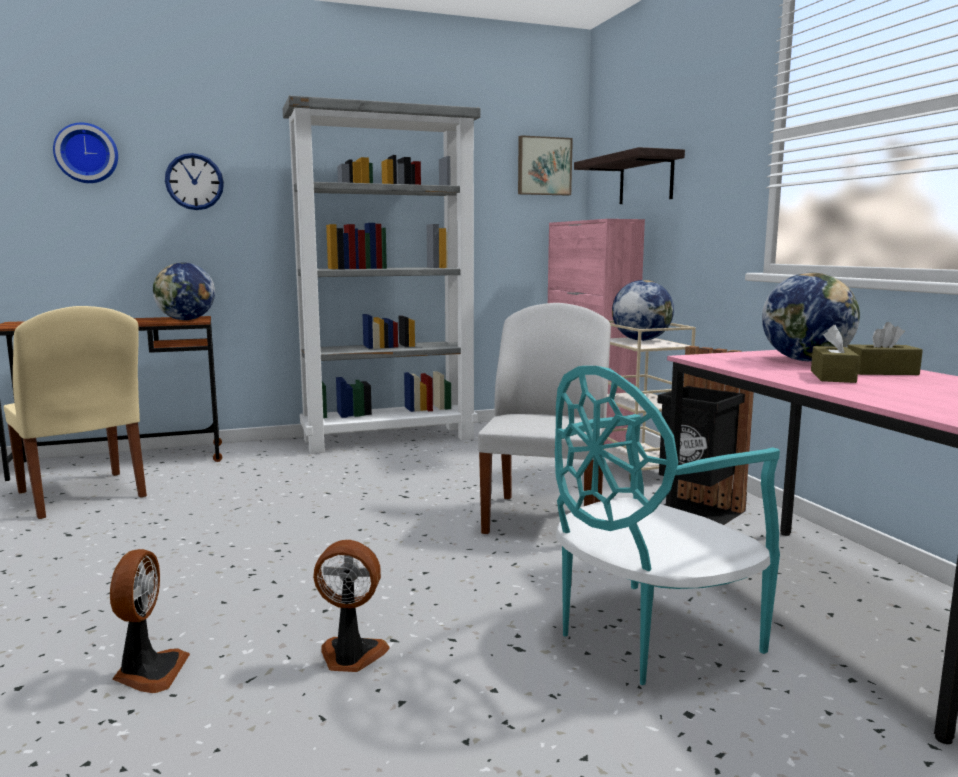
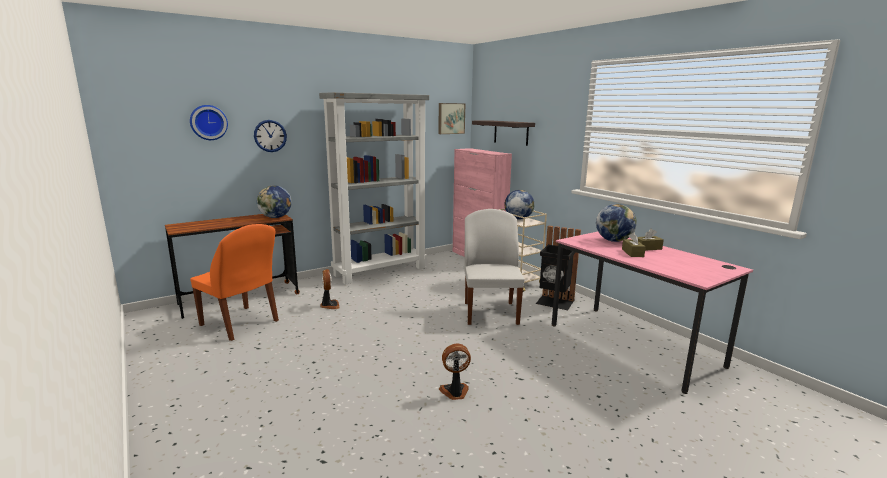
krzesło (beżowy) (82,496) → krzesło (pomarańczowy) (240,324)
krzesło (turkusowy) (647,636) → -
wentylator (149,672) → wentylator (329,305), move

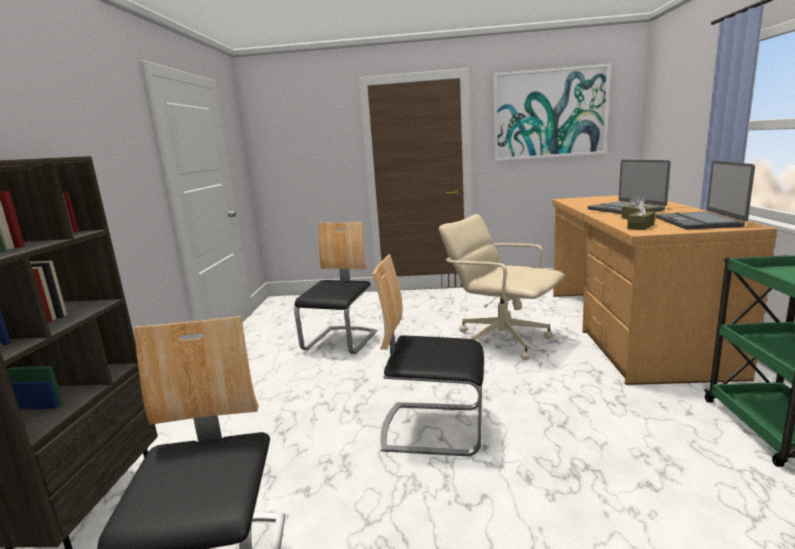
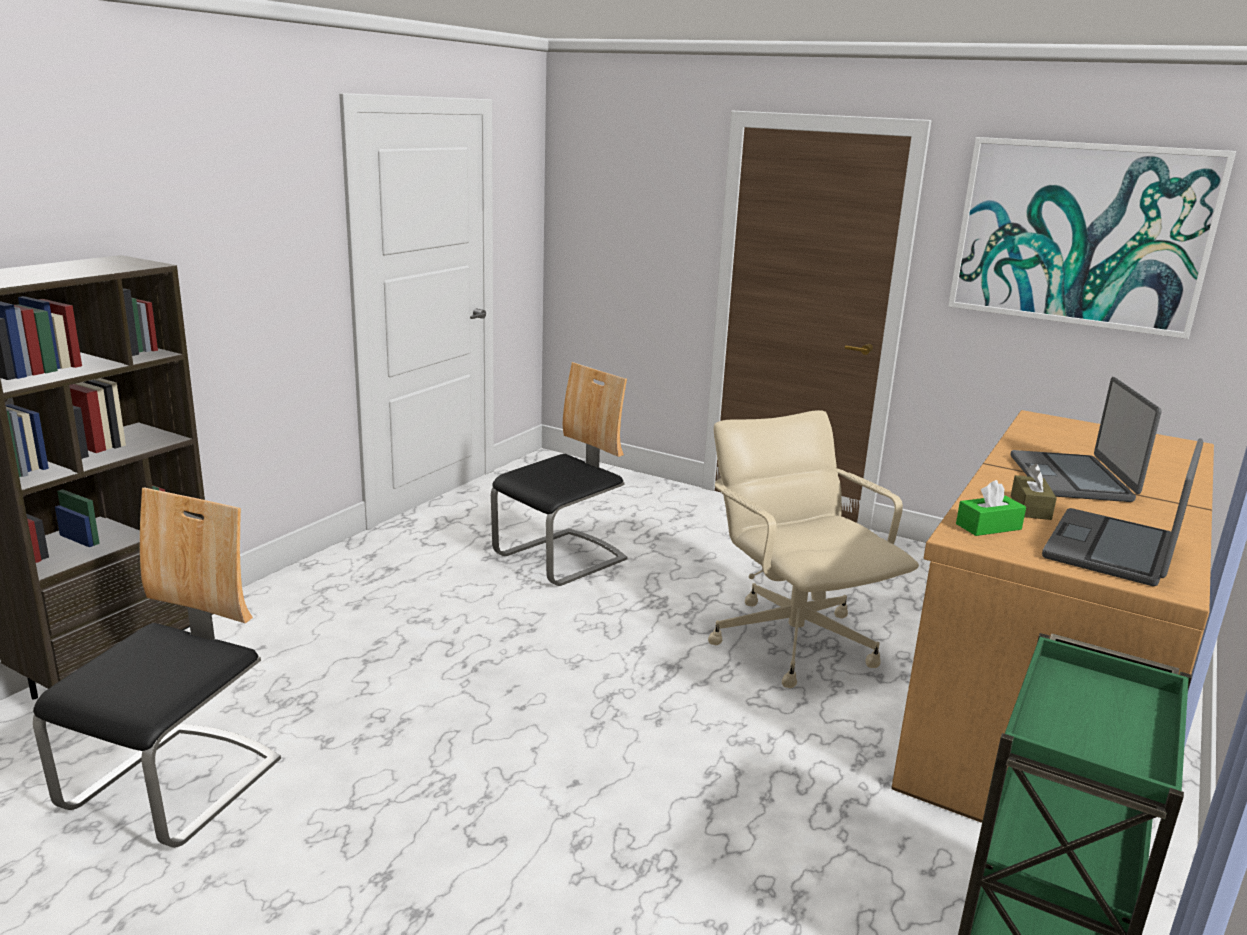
pudełko chusteczek (brązowy) (640,227) → pudełko chusteczek (zielony) (988,526)
krzesło (433,427) → -

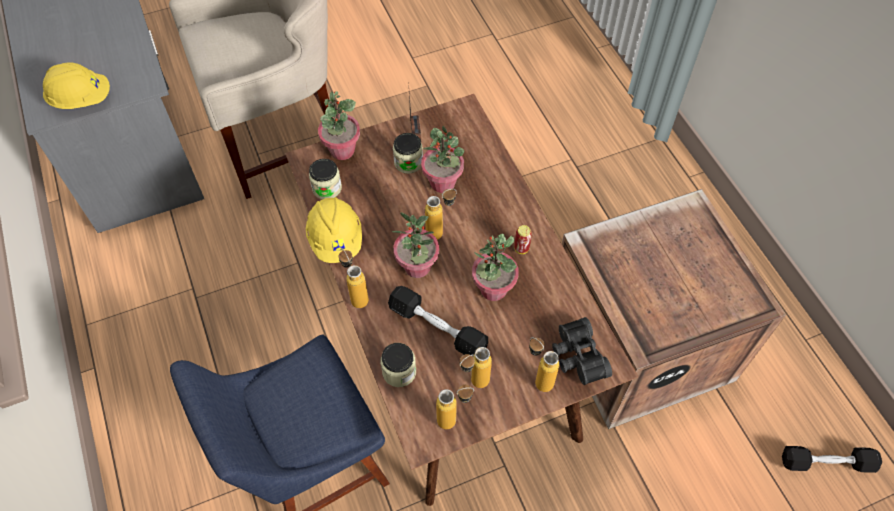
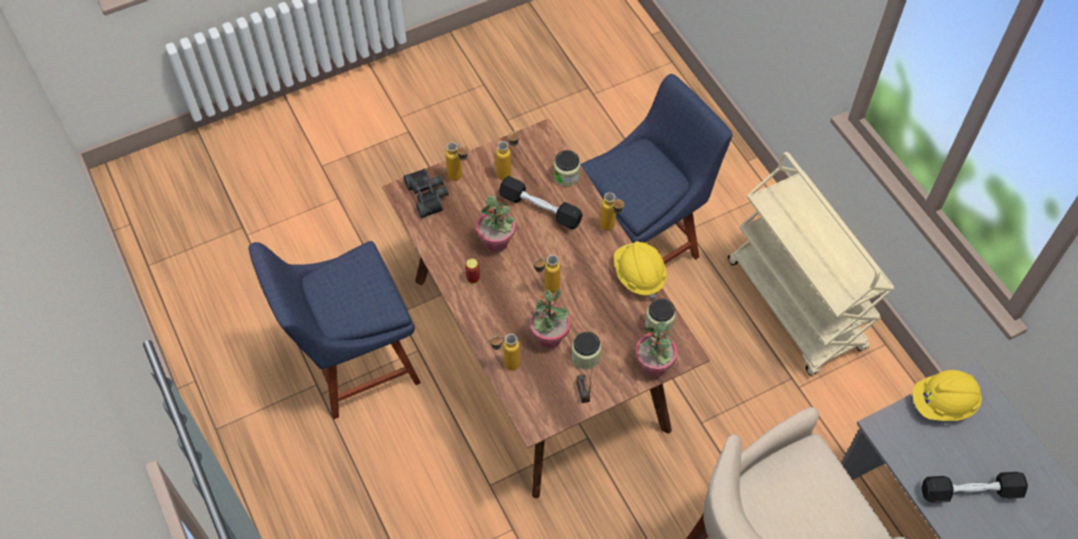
skrzynka (642,344) → krzesło (niebieski) (353,364)
roślina doniczkowa (417,267) → -
butelka (454,419) → butelka (505,365), move
hantel (czarny) (826,462) → hantel (czarny) (970,492), move
- → wózek (beżowy) (796,306)

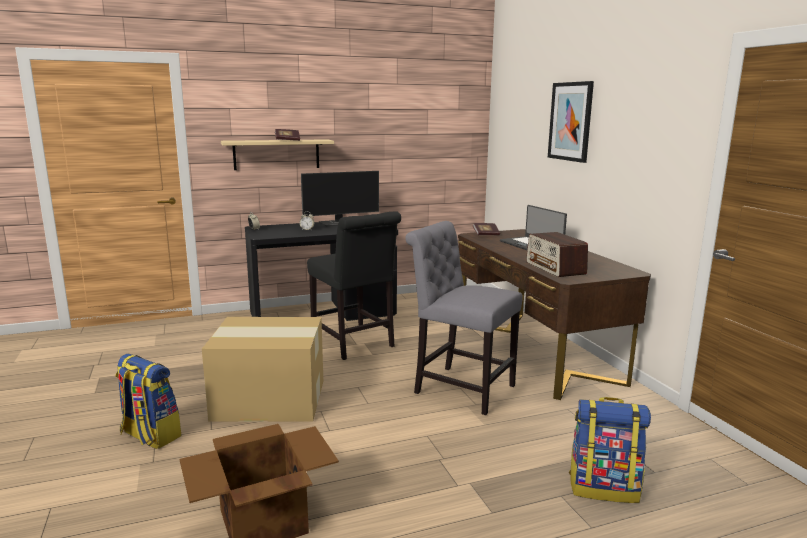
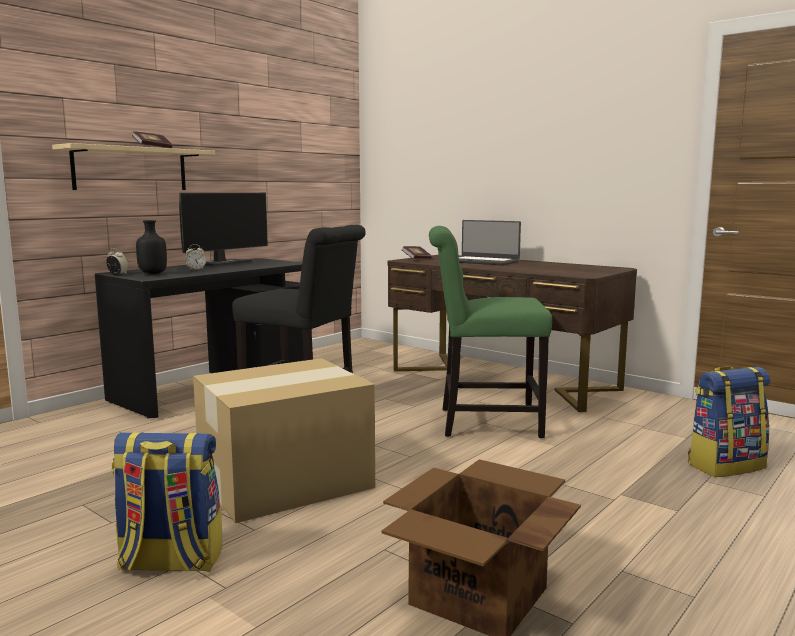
obraz (570,121) → -
krzesło (szary) (460,388) → krzesło (zielony) (483,422)
radio (555,268) → -
- → butelka (czarny) (153,274)

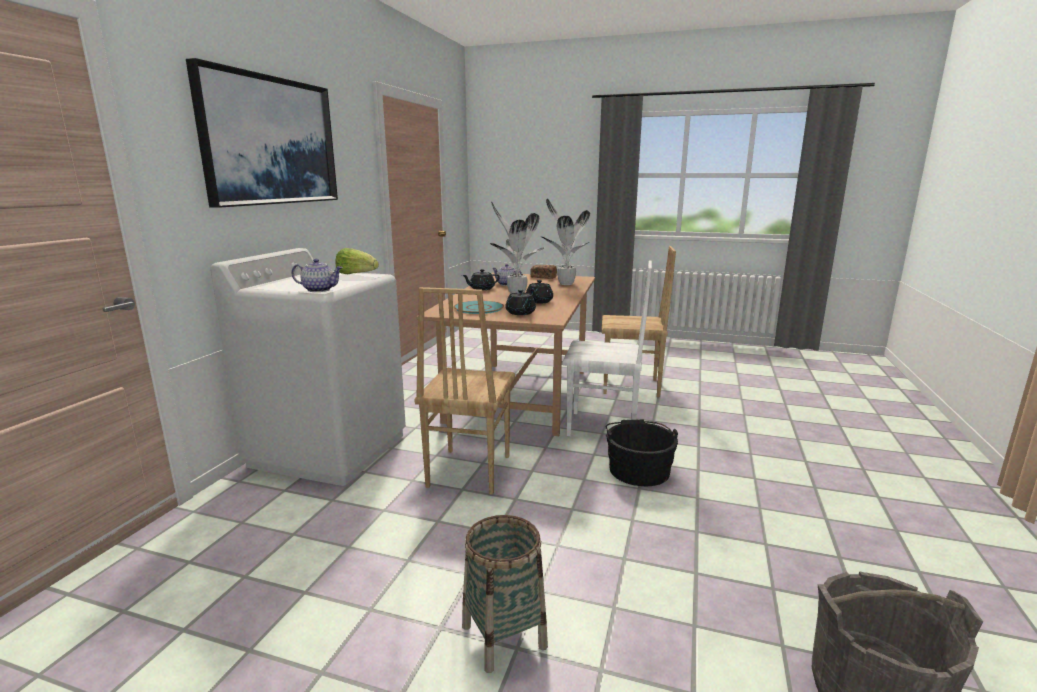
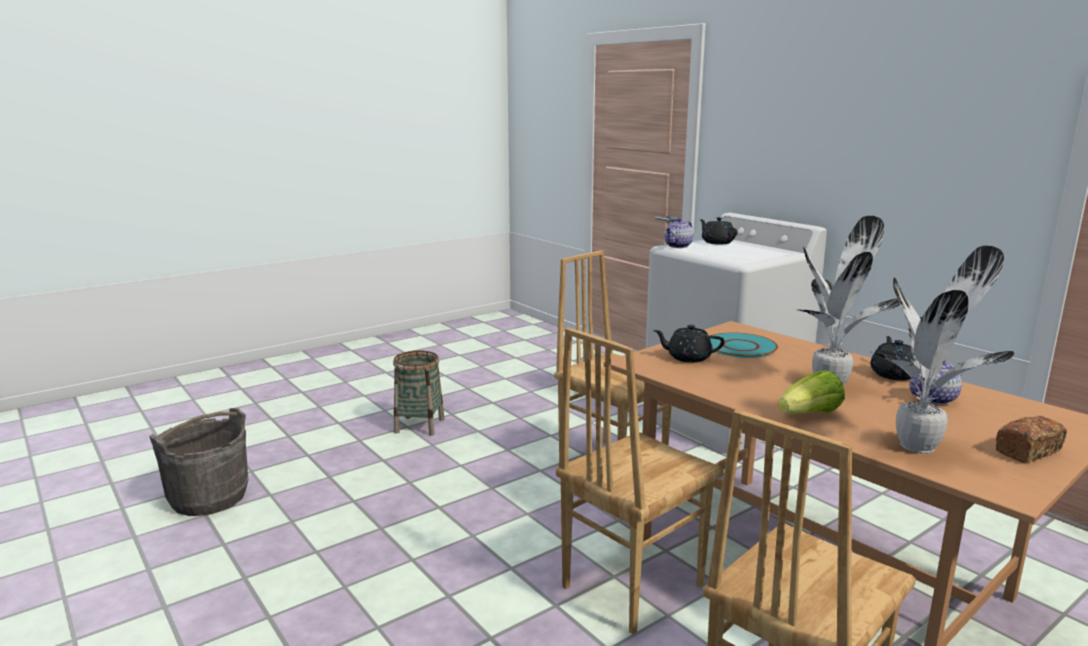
obraz (270,141) → -
sałata (356,274) → sałata (810,415), move
krzesło (biały) (603,427) → krzesło (brązowy) (630,586)
imbryk (czarny) (538,302) → imbryk (czarny) (717,242), move
wiadro (czarny) (638,468) → -

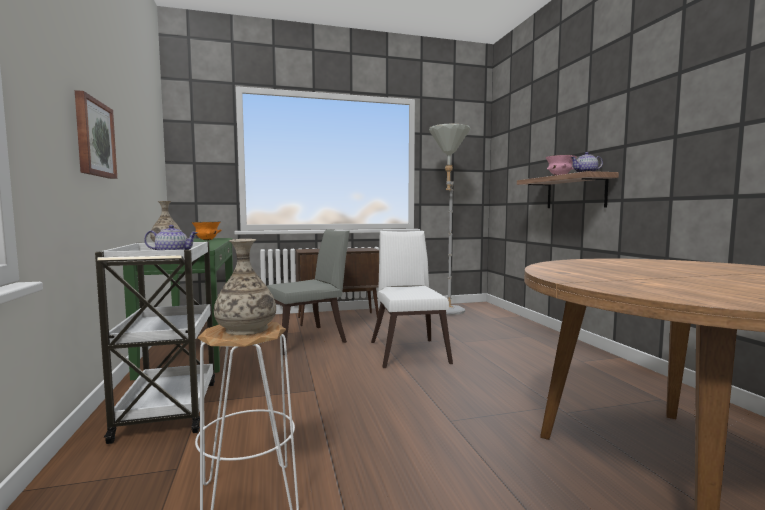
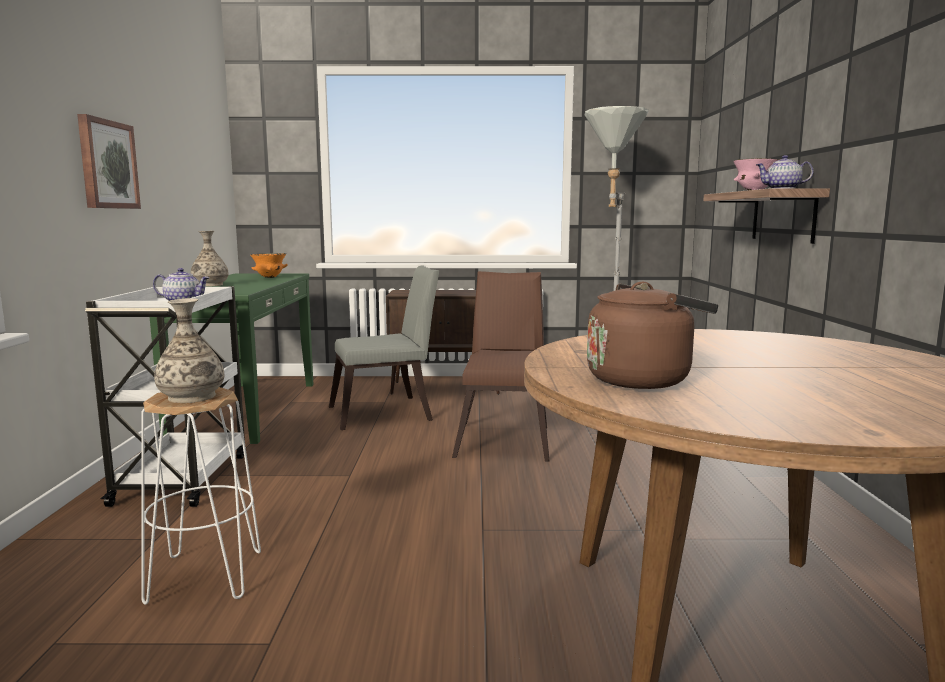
krzesło (biały) (409,350) → krzesło (brązowy) (505,438)
- → czajnik (brązowy) (643,380)

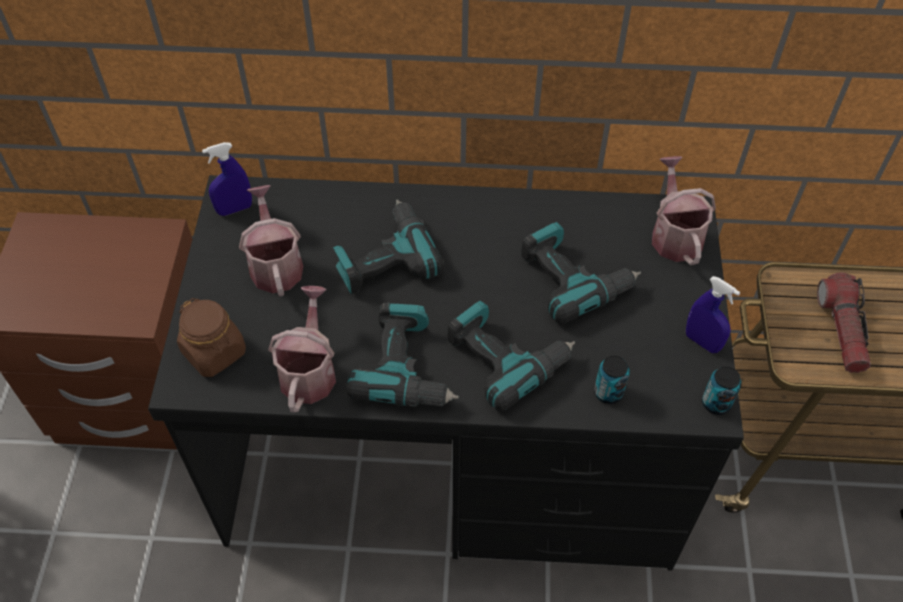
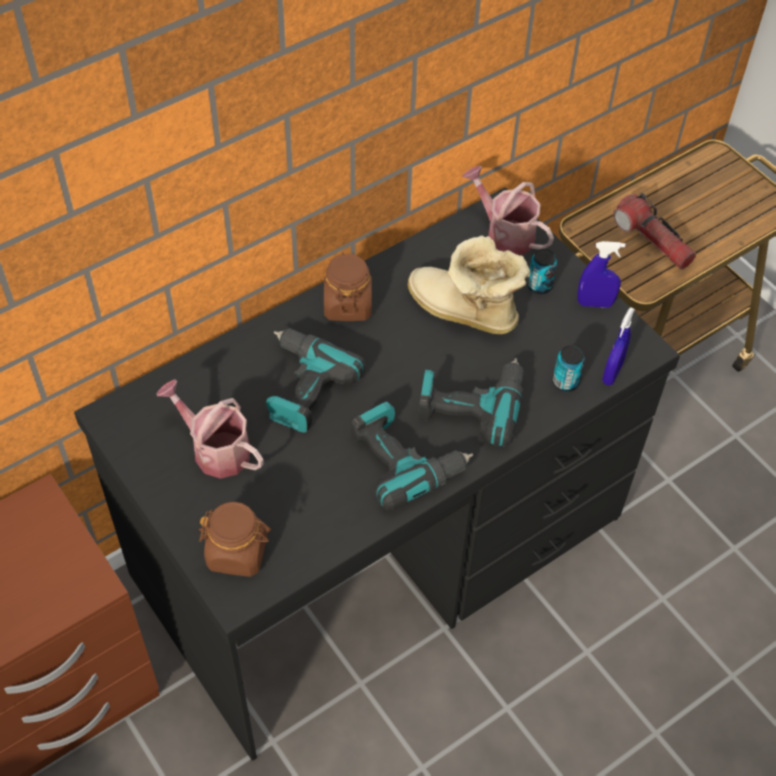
spryskiwacz (niebieski) (234,209) → spryskiwacz (niebieski) (612,373), move
wiertarka (573,279) → but z cholewką (464,313)
konewka (309,370) → -
puszka (716,403) → puszka (539,286), move
- → słoik (brązowy) (347,304)

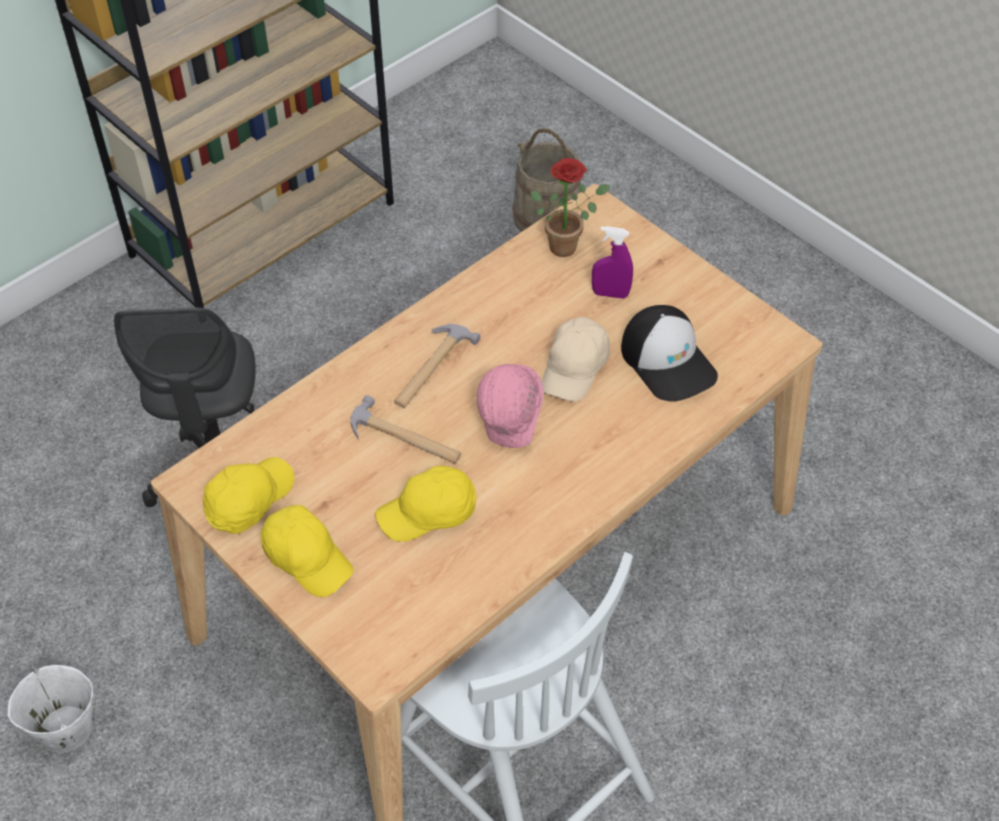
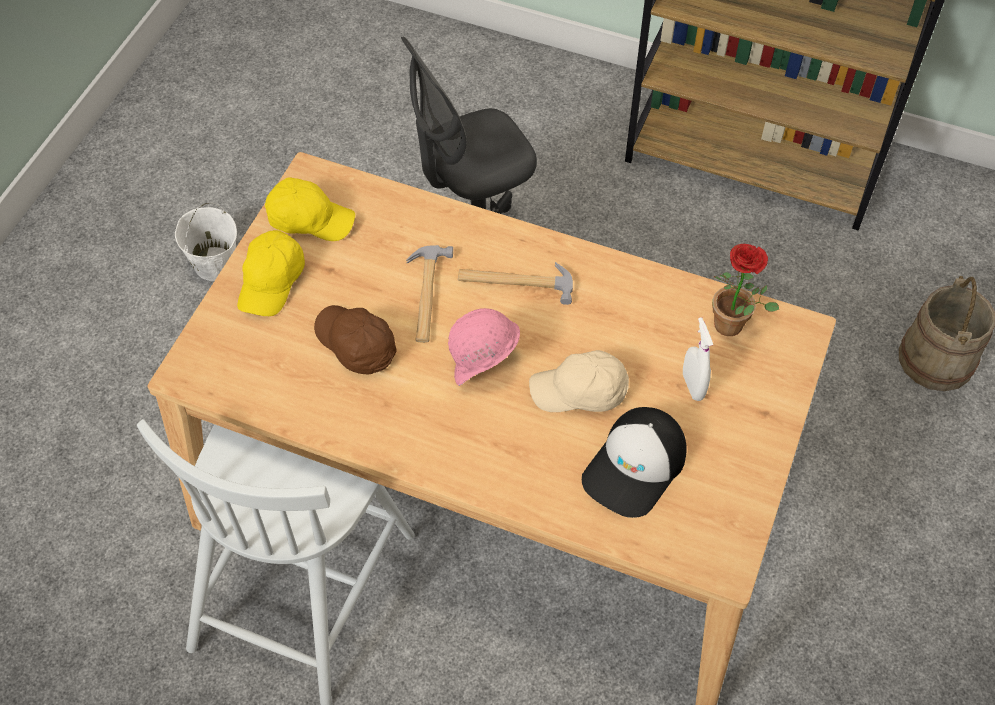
spryskiwacz (fioletowy) (610,294) → spryskiwacz (biały) (693,386)
czapka z daszkiem (żółty) (429,513) → czapka z daszkiem (brązowy) (356,345)

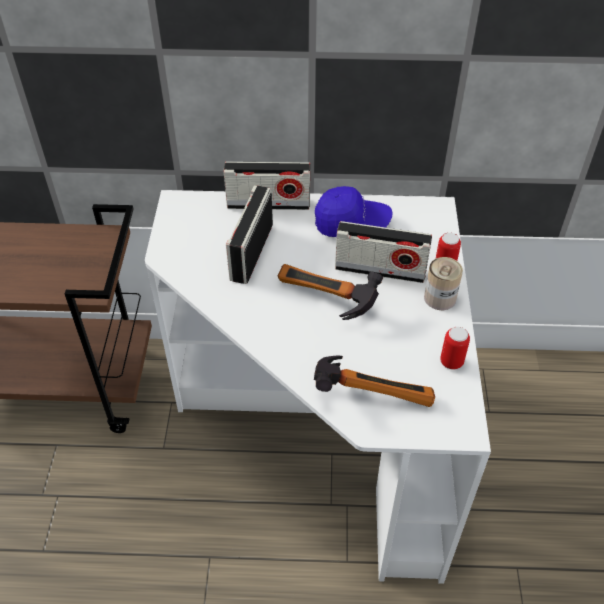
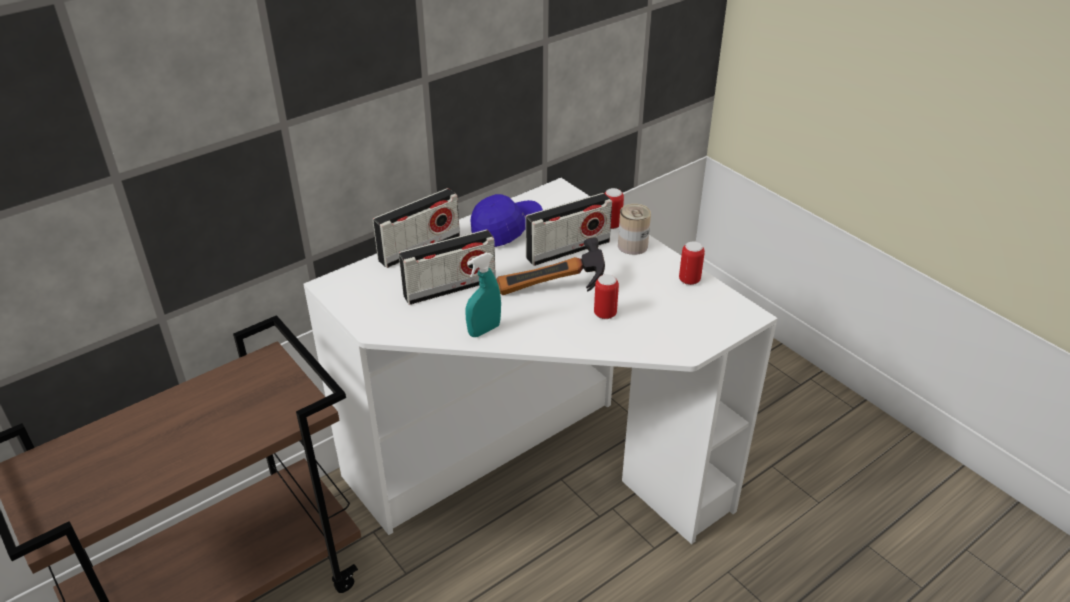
radio (251,252) → radio (449,288), 90 degrees counterclockwise
młotek (372,391) → -
- → spryskiwacz (turkusowy) (484,330)
- → puszka (605,314)

